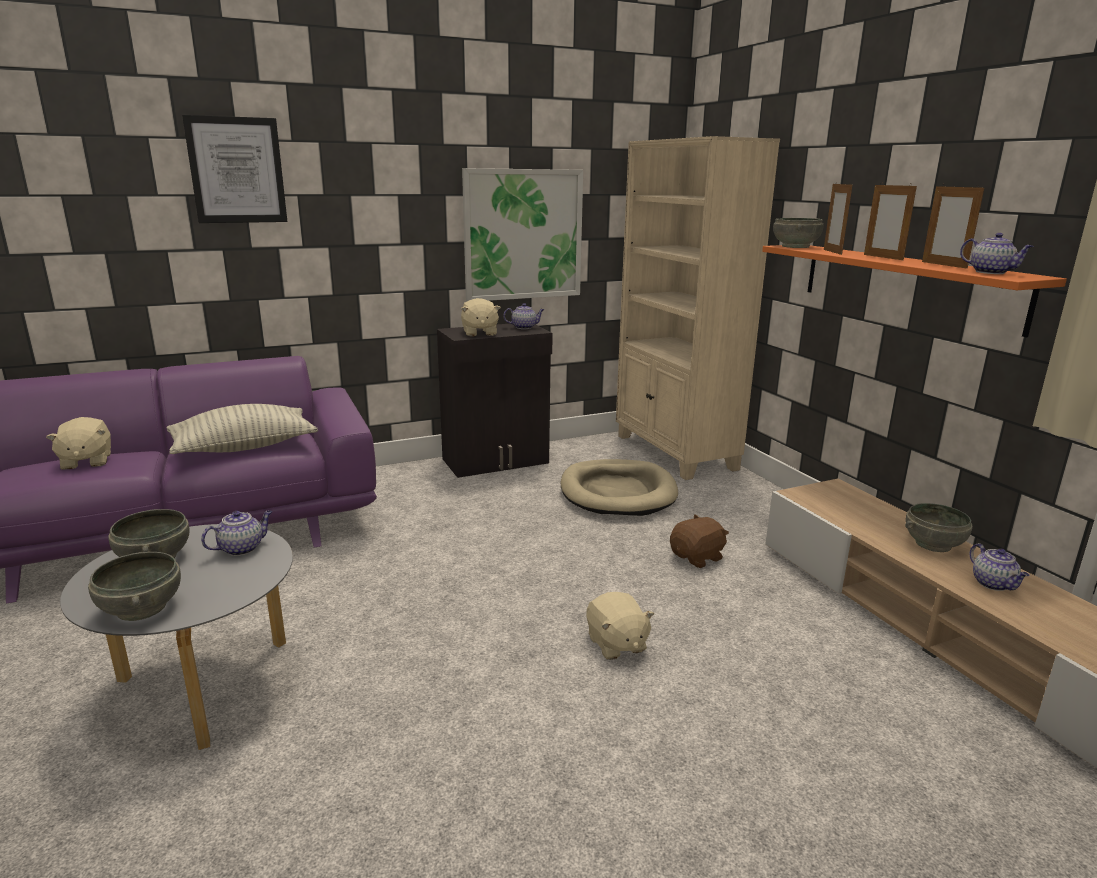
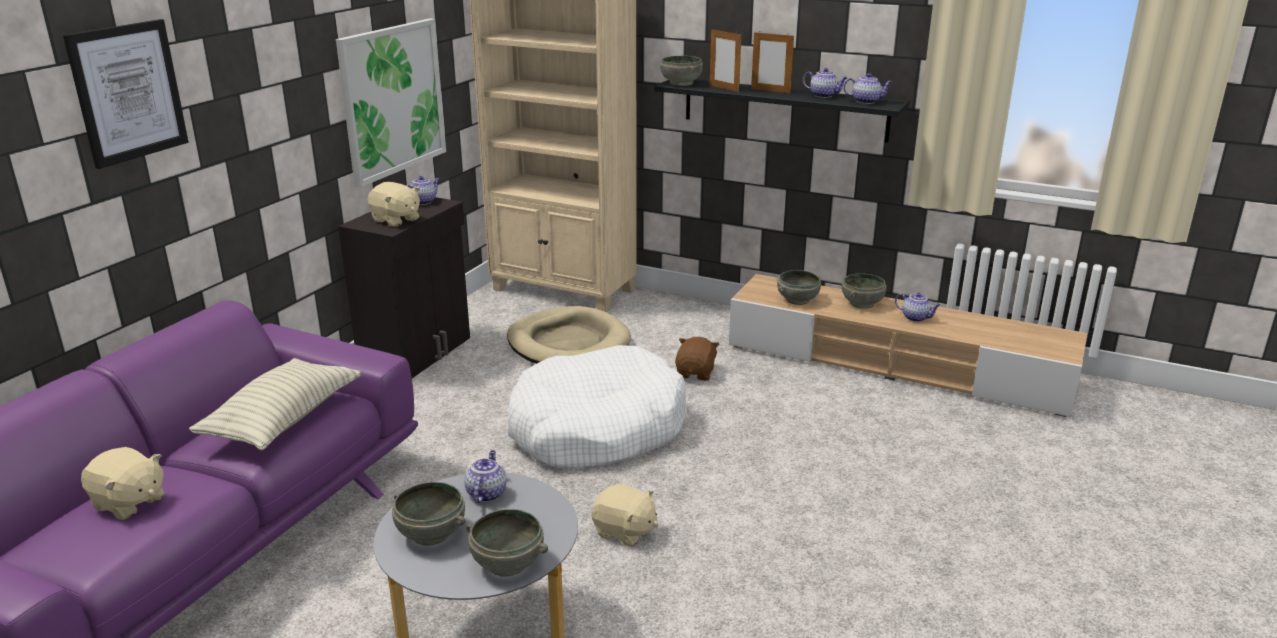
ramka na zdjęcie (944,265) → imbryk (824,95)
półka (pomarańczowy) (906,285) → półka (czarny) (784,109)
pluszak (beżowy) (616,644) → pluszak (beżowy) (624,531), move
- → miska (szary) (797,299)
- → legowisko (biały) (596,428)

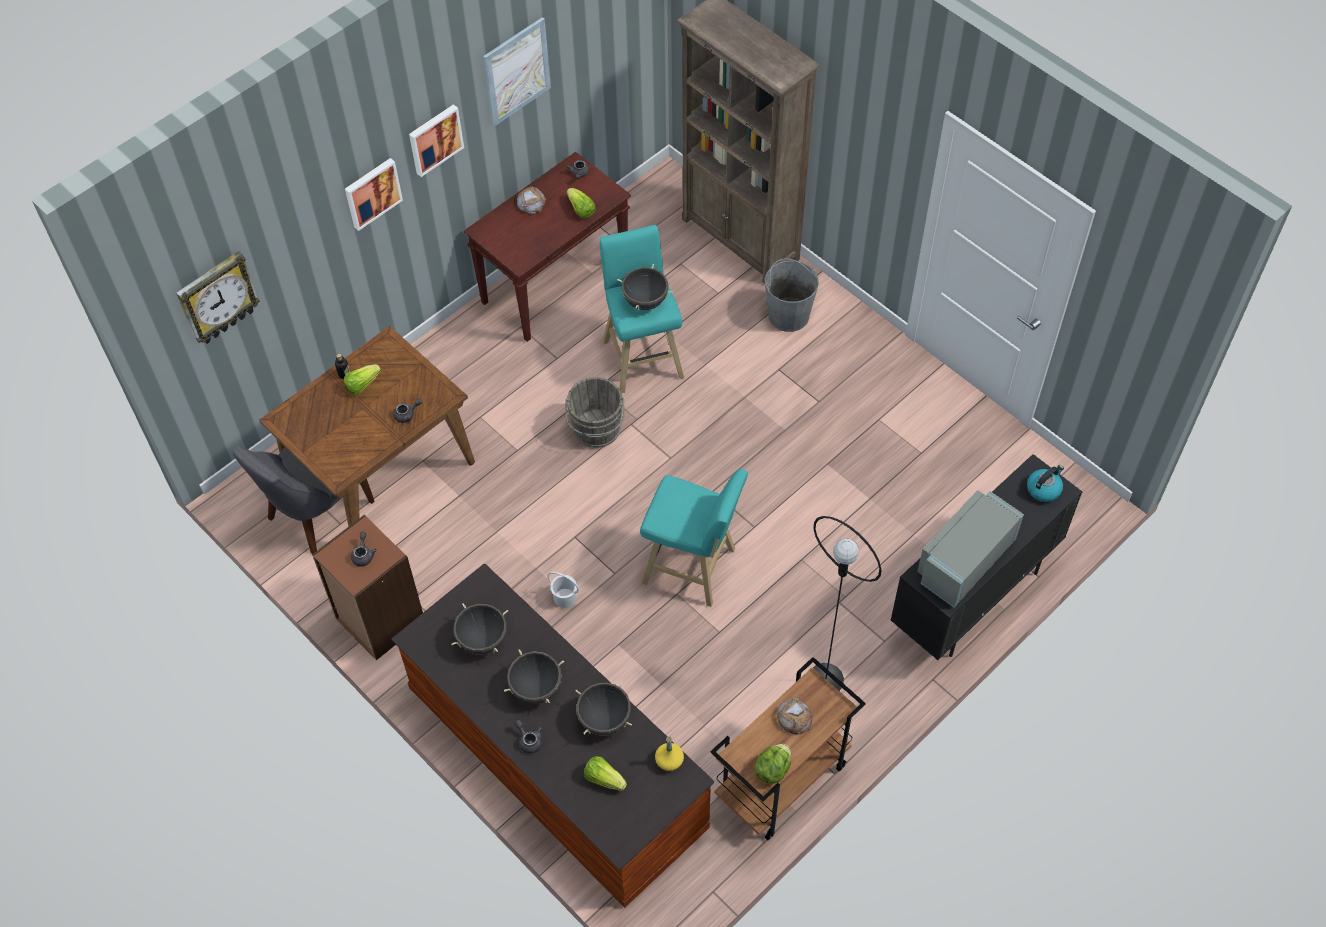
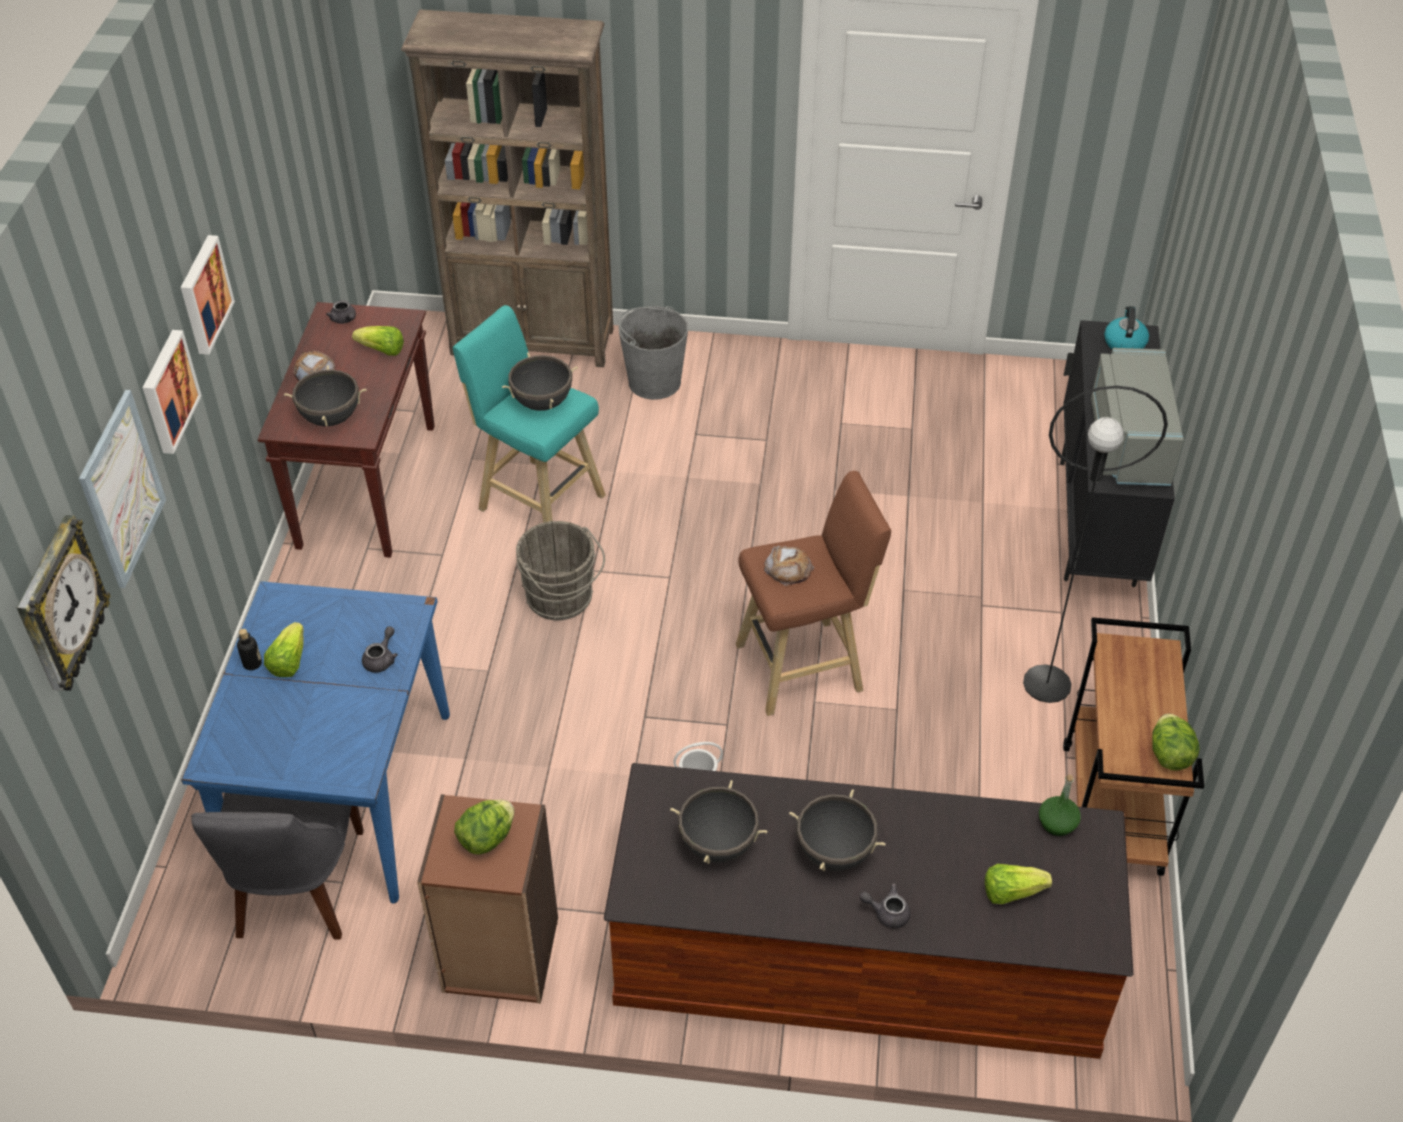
obraz (517,71) → obraz (122,489), move
stół jadalny (brązowy) (382,473) → stół jadalny (niebieski) (344,793)
stołek (turkusowy) (693,568) → stołek (brązowy) (805,666)
imbryk (szary) (363,554) → sałata (486,838)
garnek (czarny) (604,719) → garnek (czarny) (330,418), move
chleb (794,718) → chleb (788,569), move
butelka (żółty) (669,761) → butelka (zielony) (1057,823)

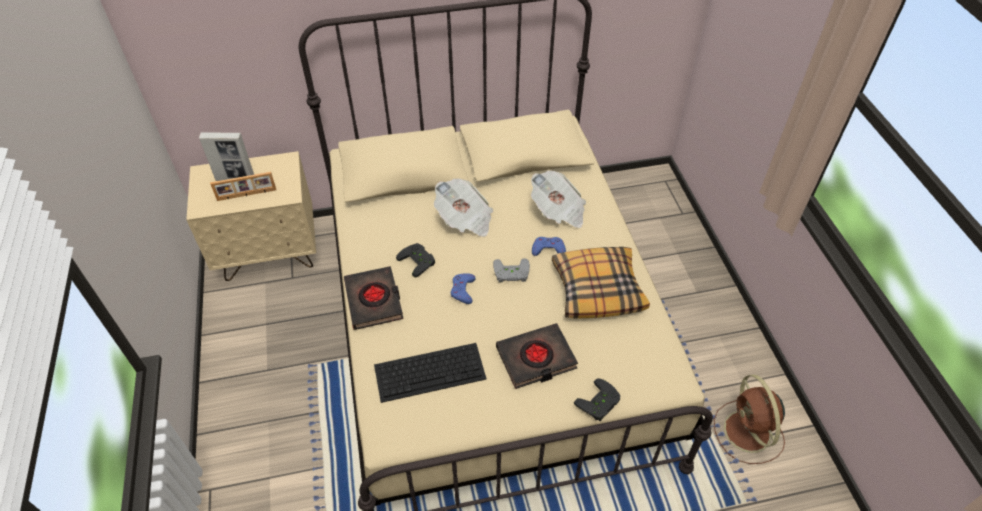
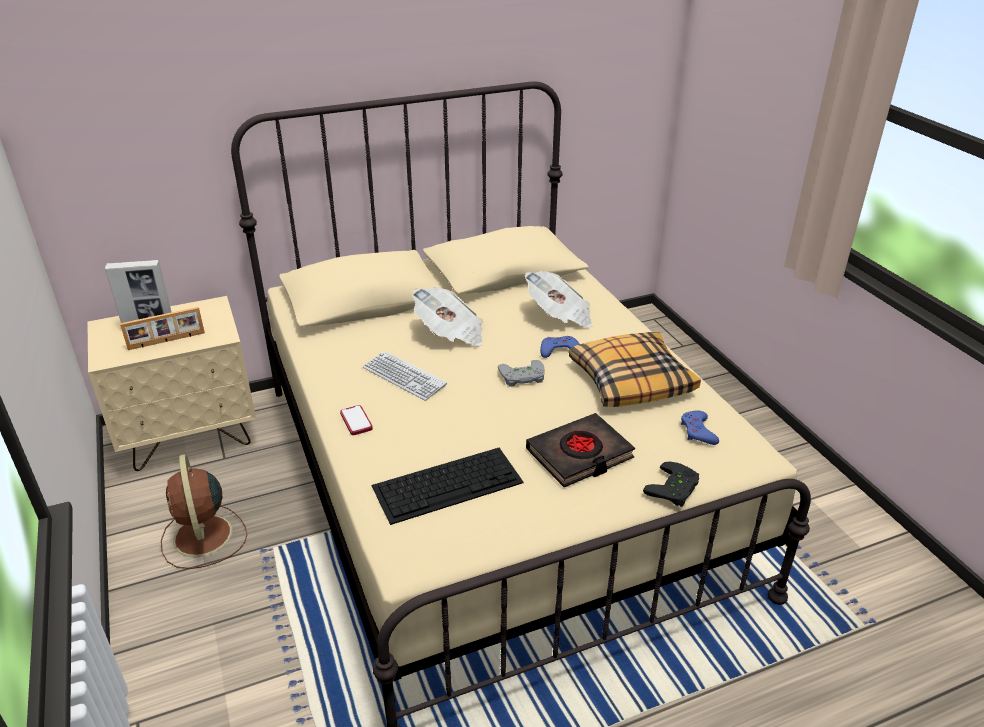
pad do gier (czarny) (419,260) → klawiatura (404,377)
książka (czarny) (374,300) → telefon (356,421)
pad do gier (niebieski) (463,290) → pad do gier (niebieski) (698,431), move
wentylator (brązowy) (748,433) → wentylator (brązowy) (203,538), move

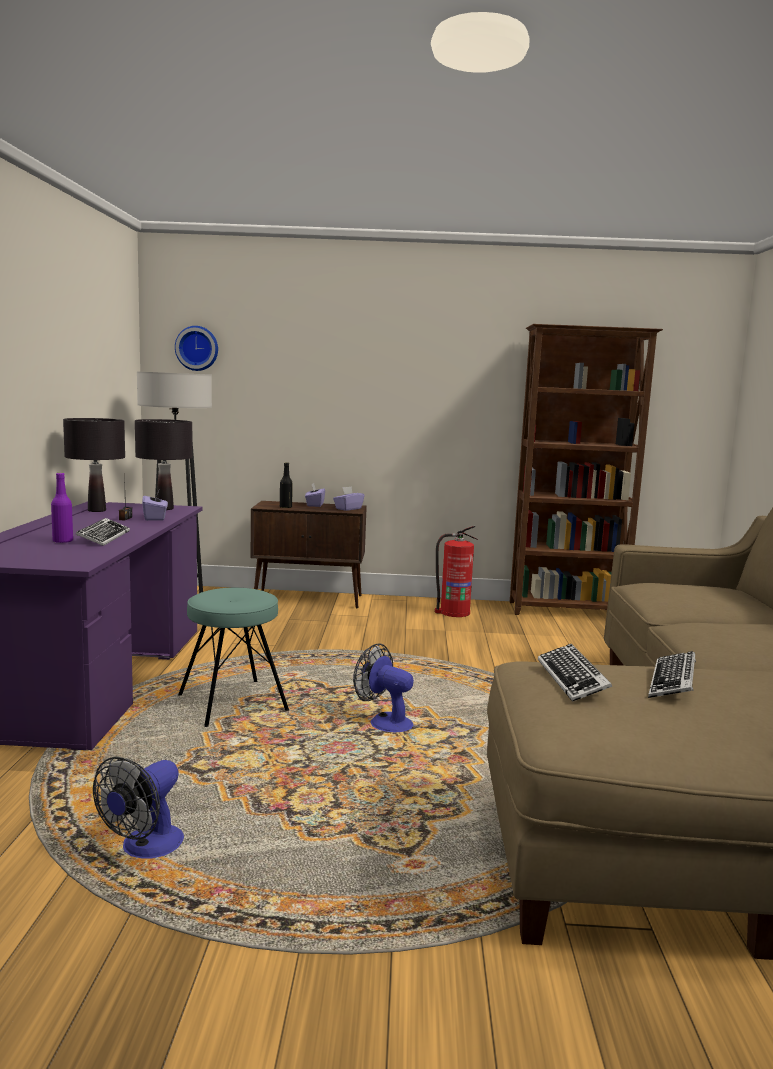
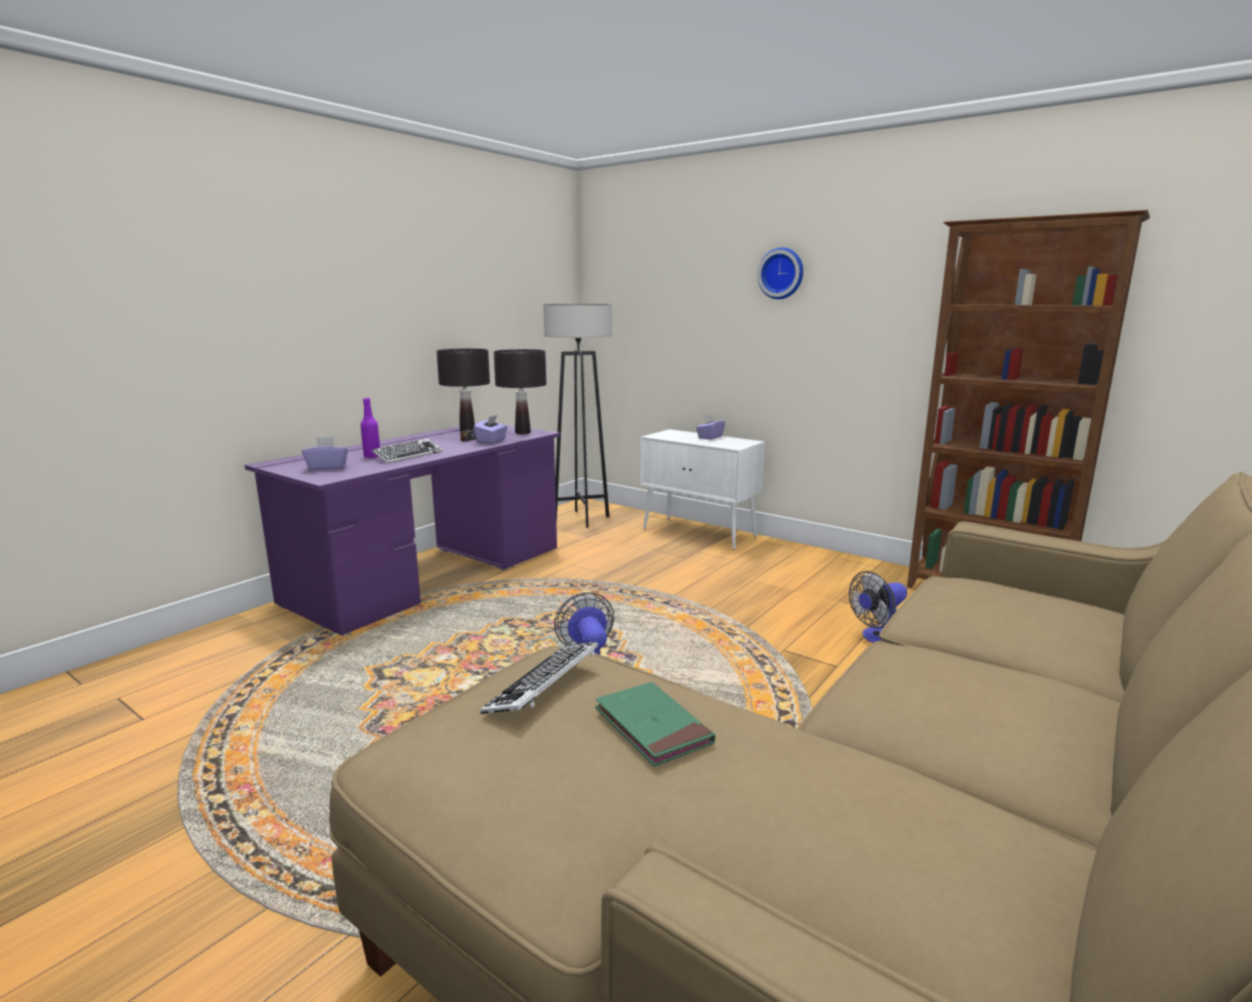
zegar ścienny (197,348) → zegar ścienny (781,273), move
butelka (czarny) (285,507) → -
pudełko chusteczek (fioletowy) (348,509) → pudełko chusteczek (fioletowy) (327,467), move
szafka (brązowy) (309,599) → szafka (biały) (700,533)
gaśnica (453,612) → -
stołek (turkusowy) (232,703) → -
klawiatura (672,682) → książka (zielony) (652,727)
wentylator (145,849) → wentylator (878,638), move

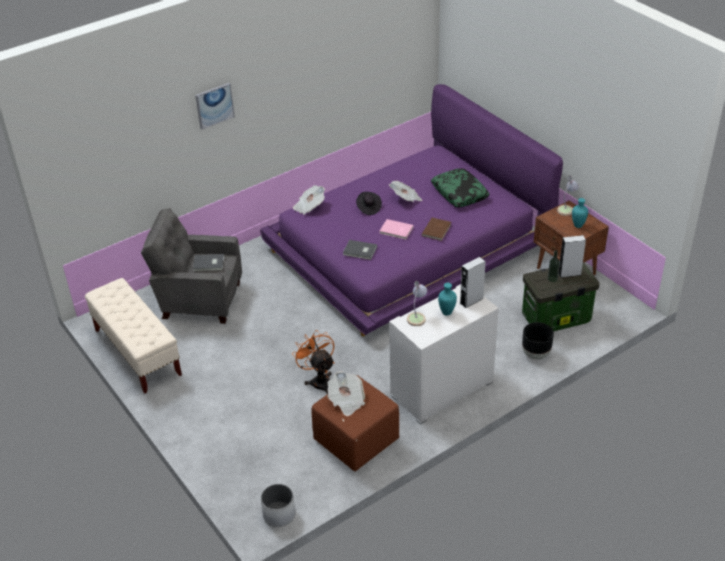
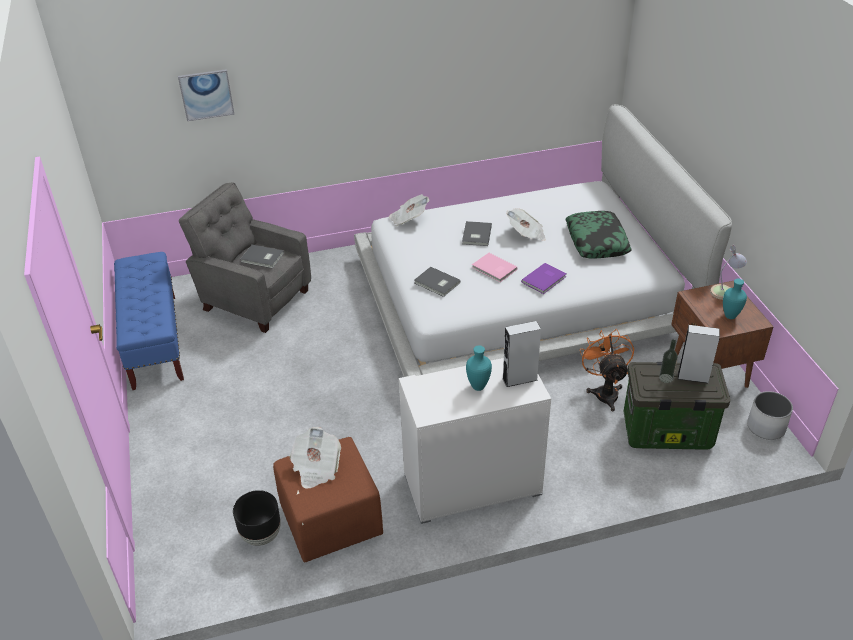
obraz (214,105) → obraz (206,94), move
łóżko (fioletowy) (409,246) → łóżko (biały) (523,294)
kapelusz (czarny) (368,208) → książka (szary) (475,235)
książka (brązowy) (437,230) → książka (fioletowy) (545,279)
ławka (beżowy) (137,352) → ławka (niebieski) (155,341)
lampa stołowa (417,317) → -
donica (czarny) (535,354) → donica (czarny) (261,534), move
wentylator (pomarańczowy) (319,380) → wentylator (pomarańczowy) (604,391), move
donica (biały) (279,514) → donica (biały) (766,427), move

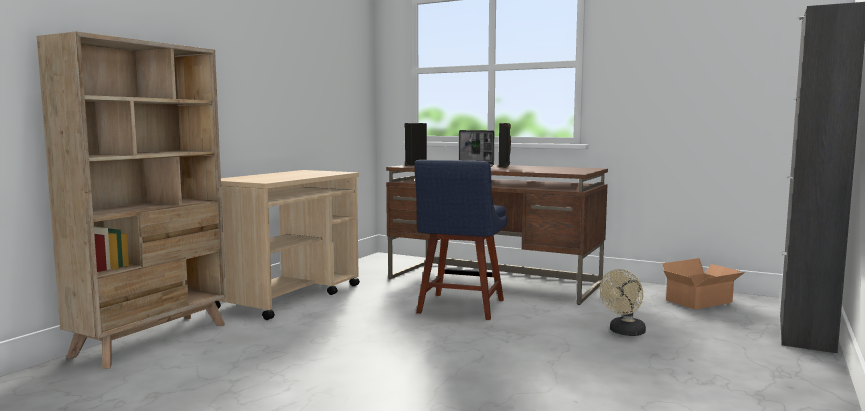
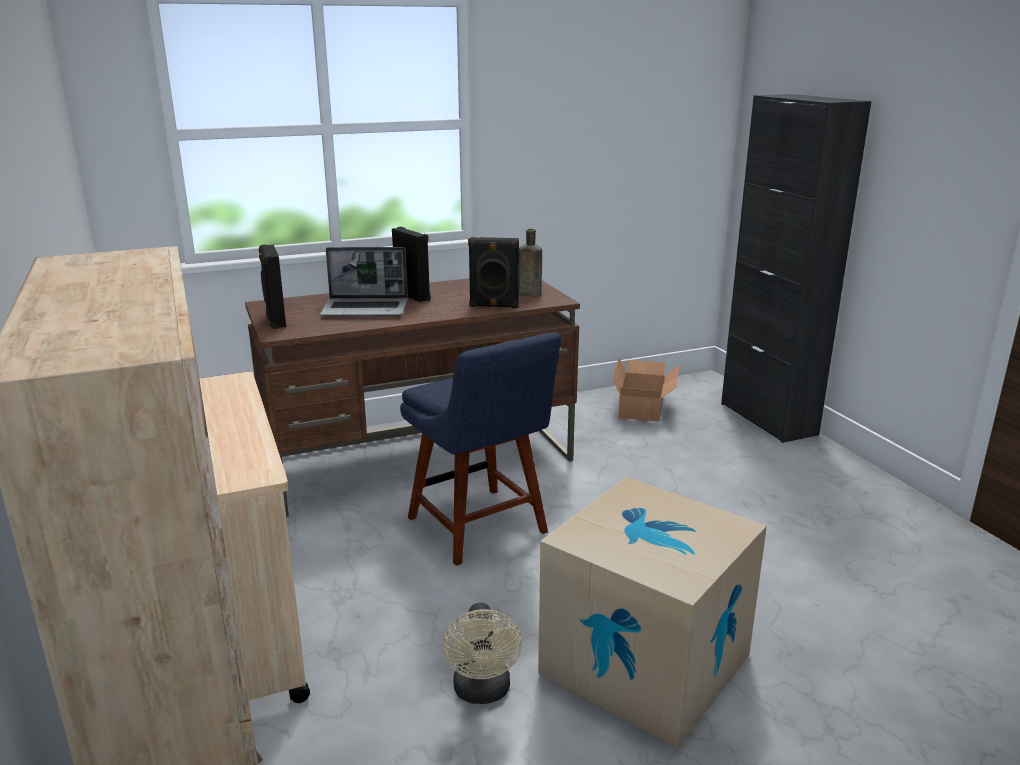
wentylator (beżowy) (624,332) → wentylator (beżowy) (482,692), move
- → butelka (brązowy) (528,294)
- → głośnik (czarny) (494,306)
- → karton (645,664)

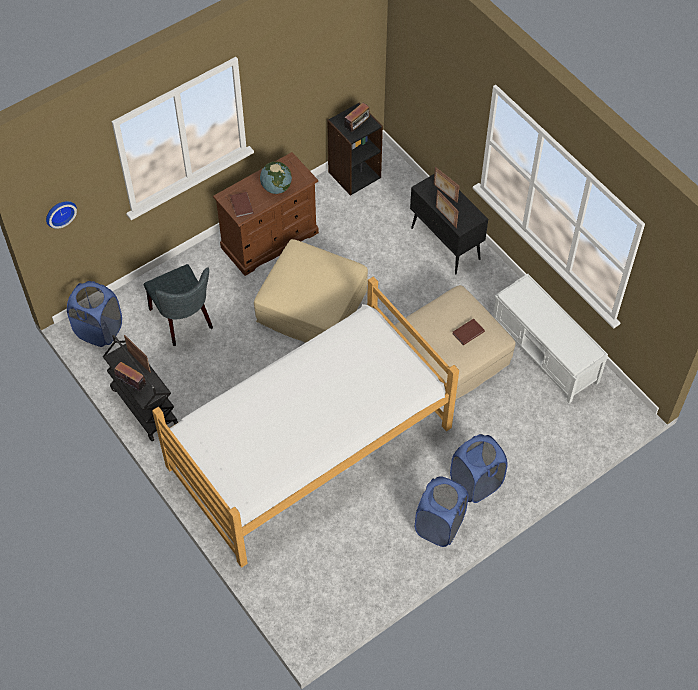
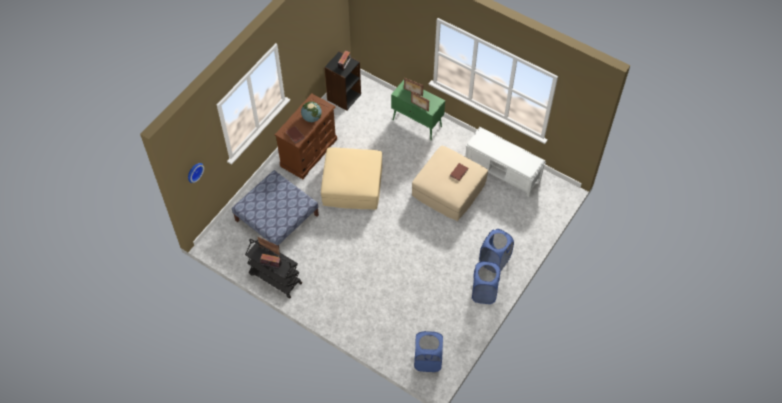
szafka (czarny) (446,244) → szafka (zielony) (417,123)
krzesło (szary) (184,321) → pufa (277,218)
łóżko (309,446) → -
kosz na pranie (niebieski) (99,330) → kosz na pranie (niebieski) (427,360), move

